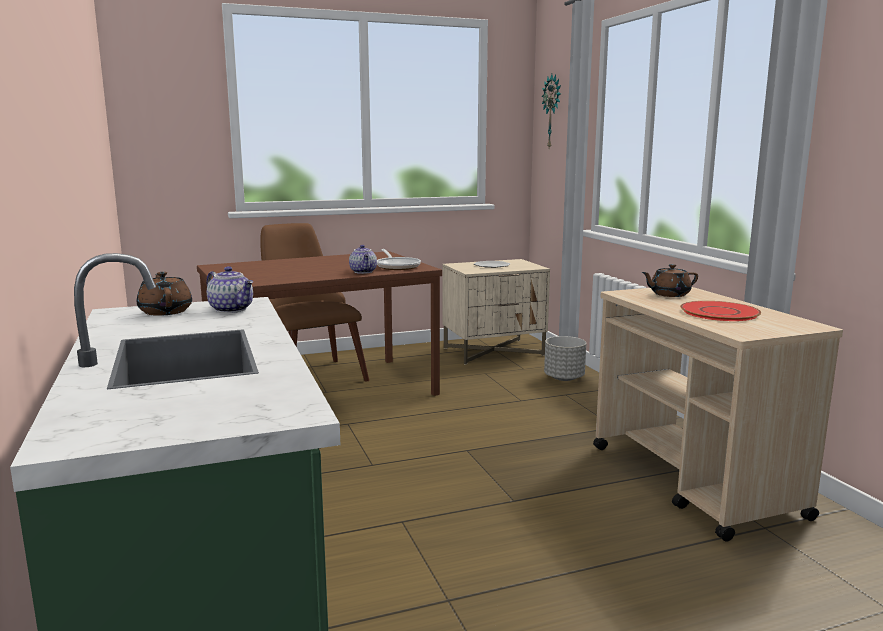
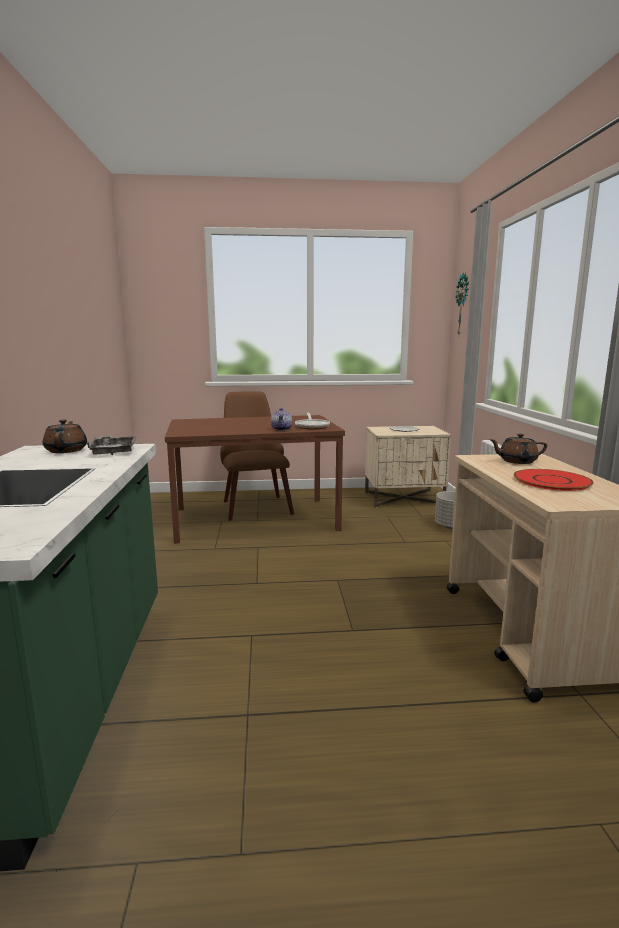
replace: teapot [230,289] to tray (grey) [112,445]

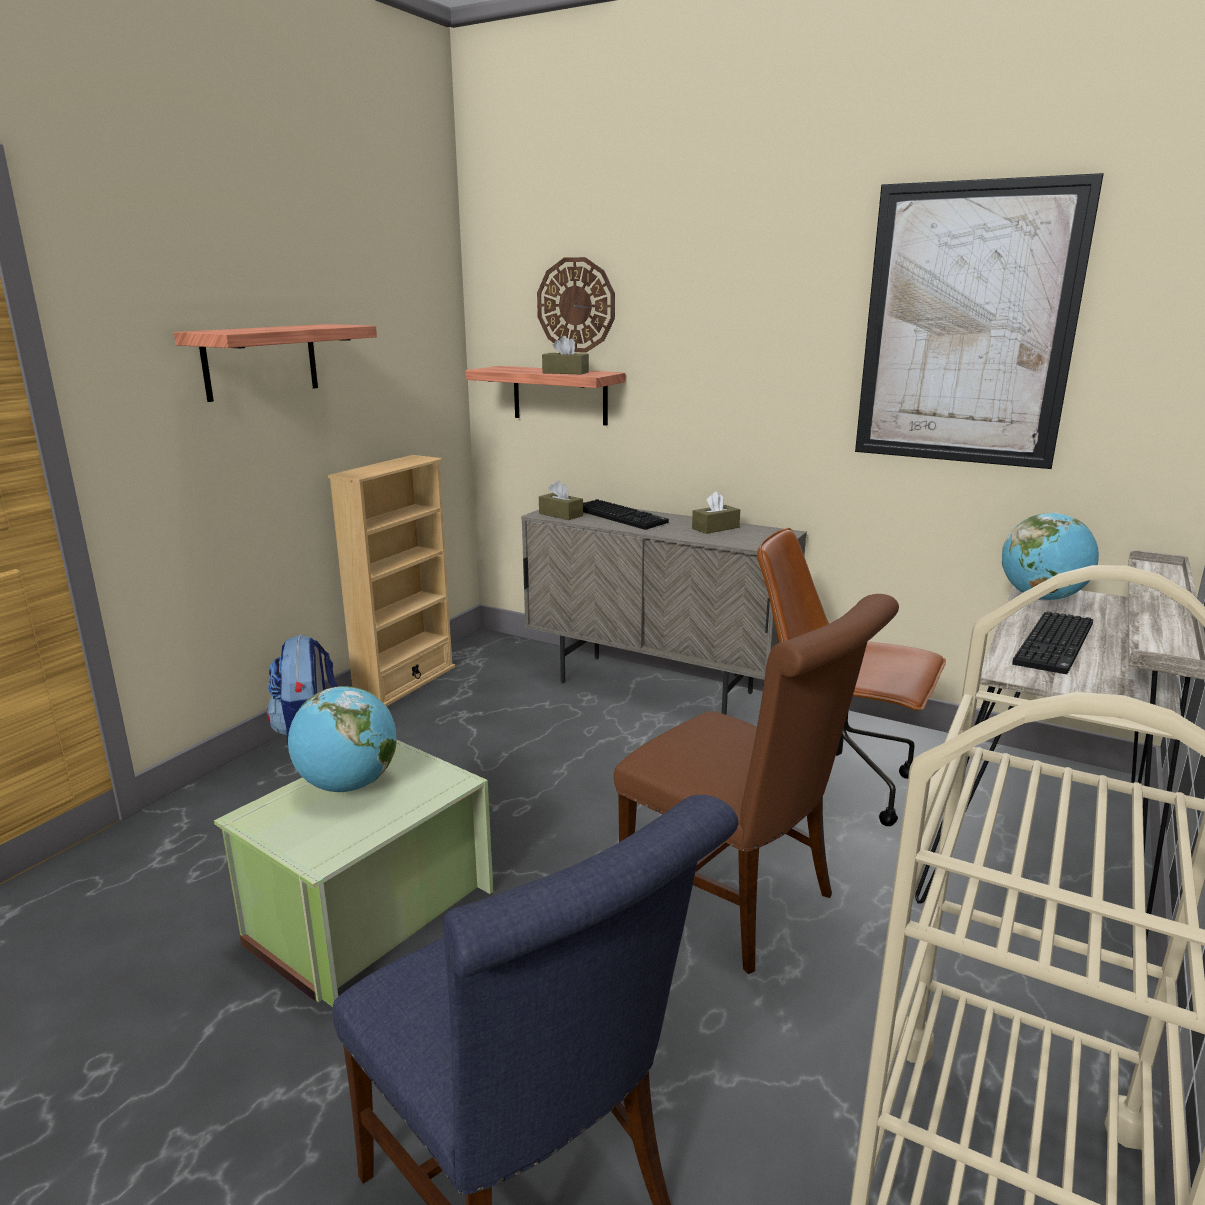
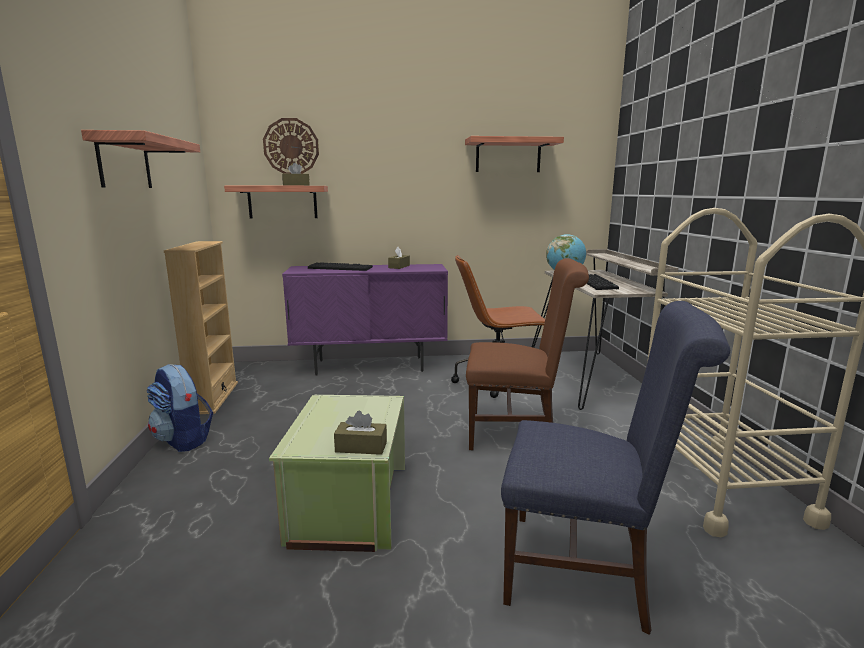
delete: globe [342,739]
move: tissue box (brown) [561,500] to [360,433]
replace: picture [979,321] to shelf [514,154]
recolor: cabinet (beige) [664,608] to cabinet (purple) [365,319]

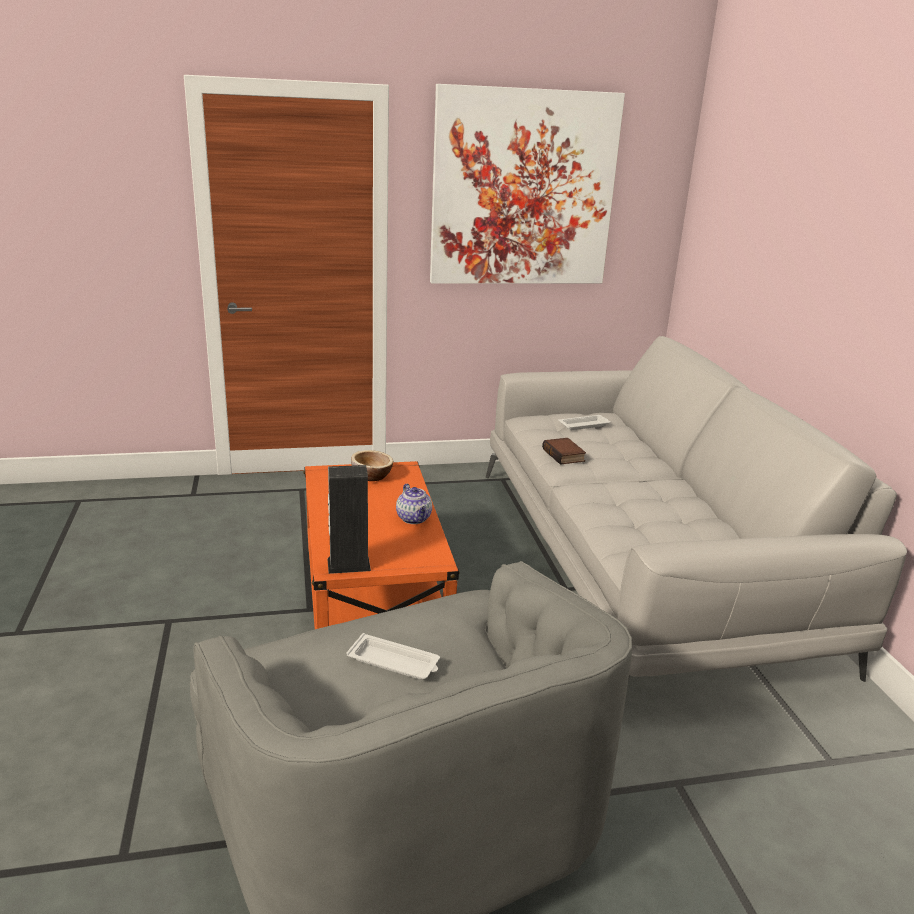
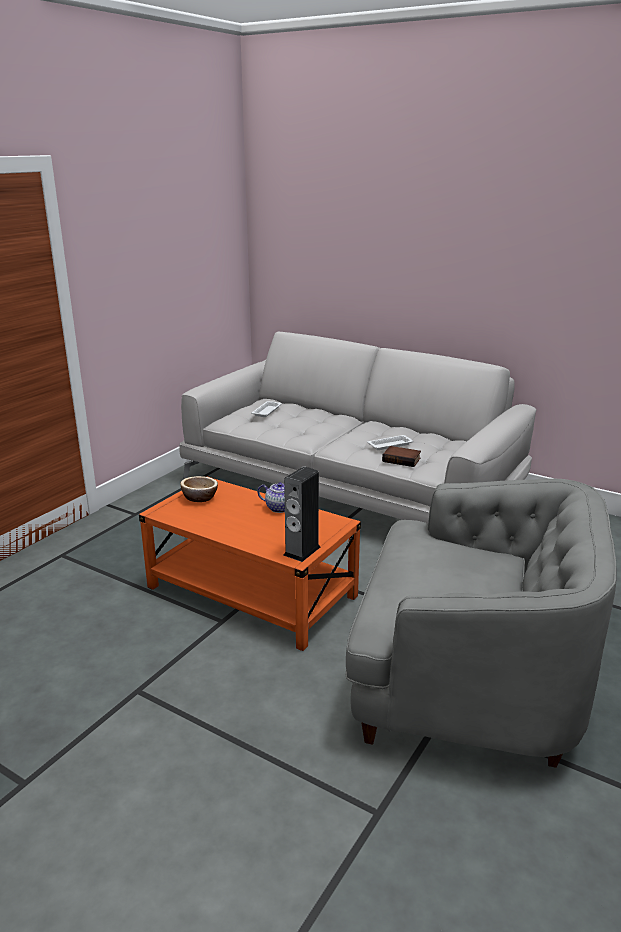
delete: picture [527,184]
move: book [564,451] to [401,456]; tray (white) [393,656] to [390,442]

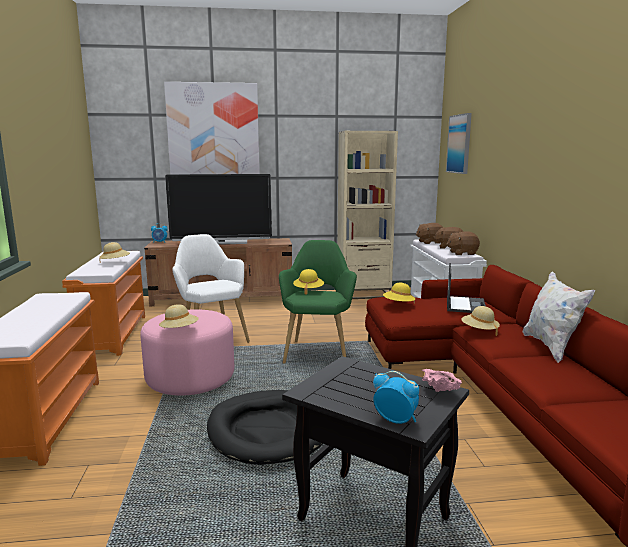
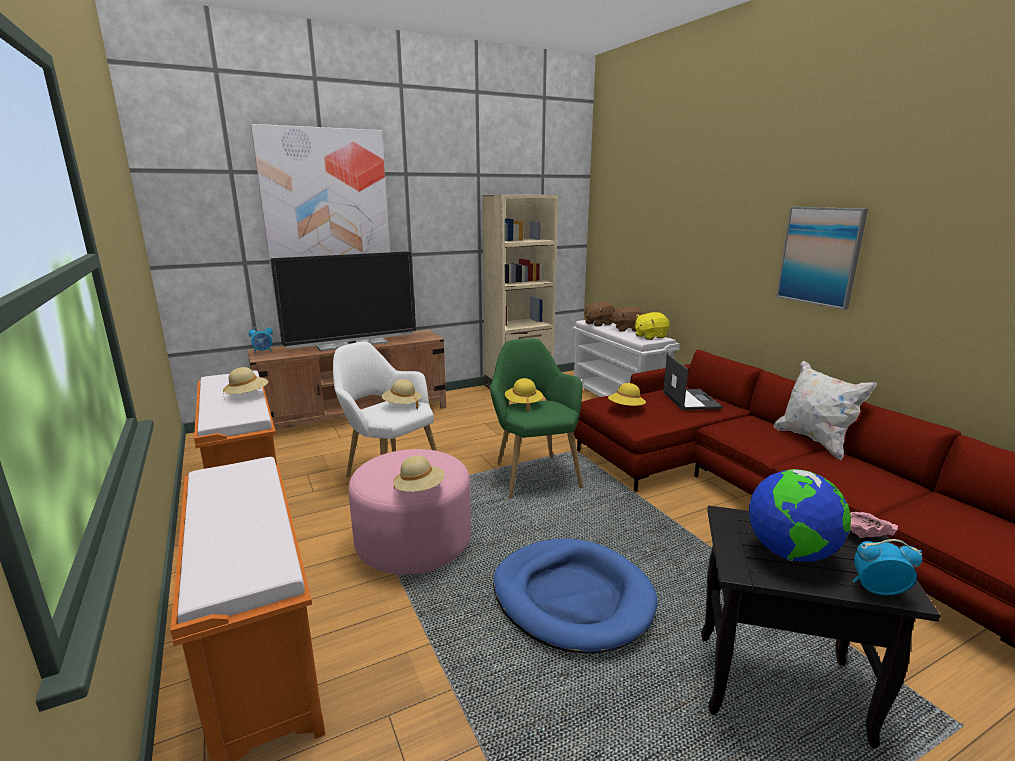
insert: globe [800,515]
move: picture [459,143] to [822,258]; hat (beige) [480,321] to [401,394]
recolor: plush toy (brown) [463,243] to plush toy (yellow) [652,326]; dog bed (black) [265,427] to dog bed (blue) [575,596]

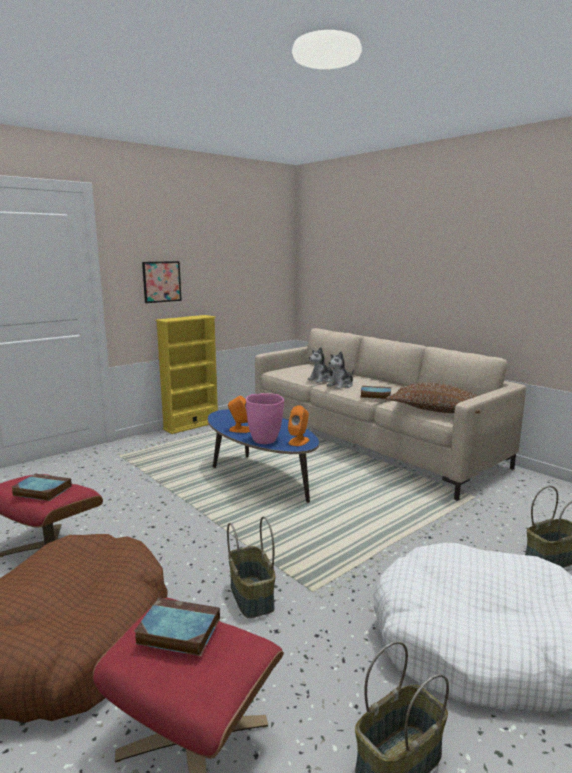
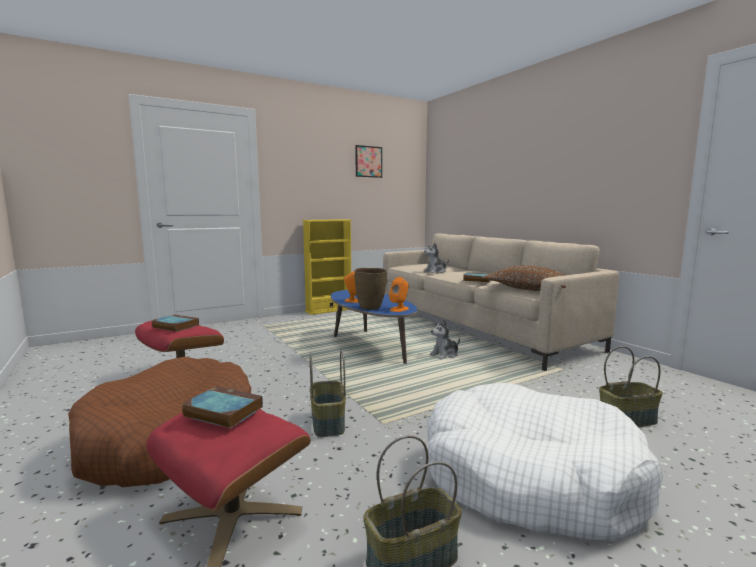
move: picture [162,282] to [368,161]; plush toy [340,370] to [445,339]
recolor: vase (pink) [265,418] to vase (brown) [370,289]

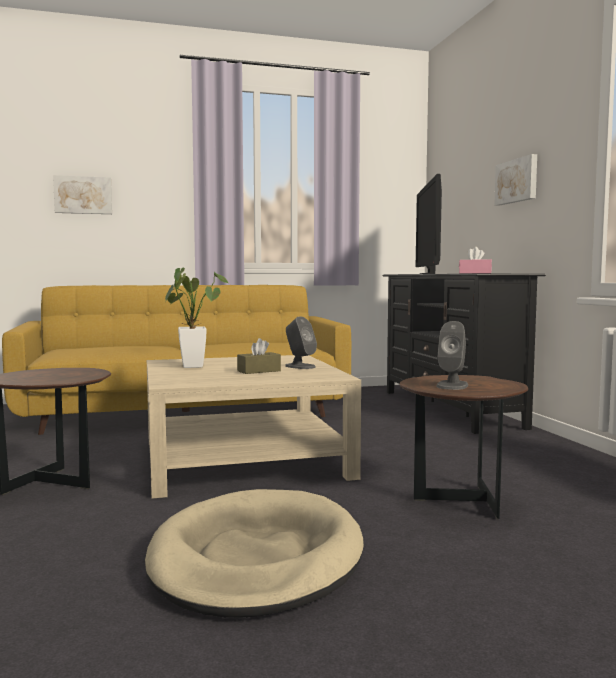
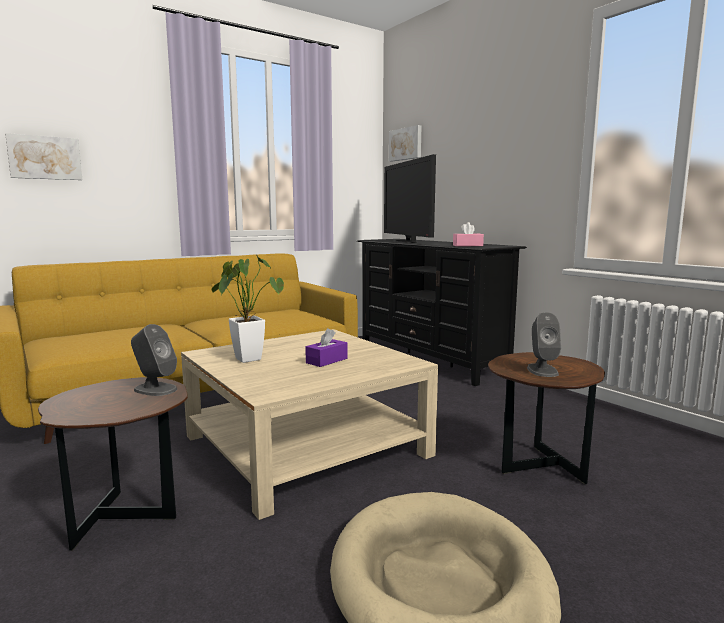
move: picture [515,180] to [405,143]; speaker (grey) [301,342] to [154,360]
recolor: tissue box (brown) [259,356] to tissue box (purple) [326,347]

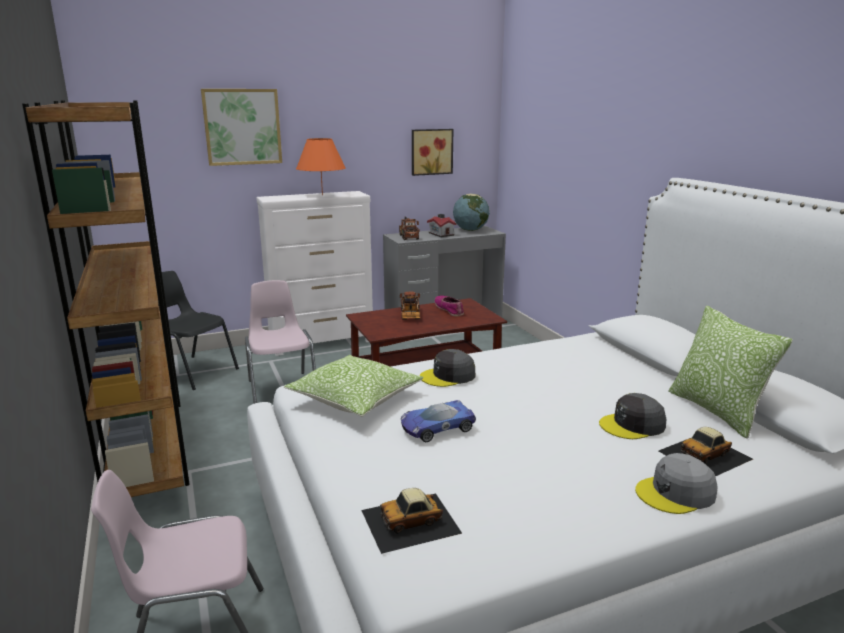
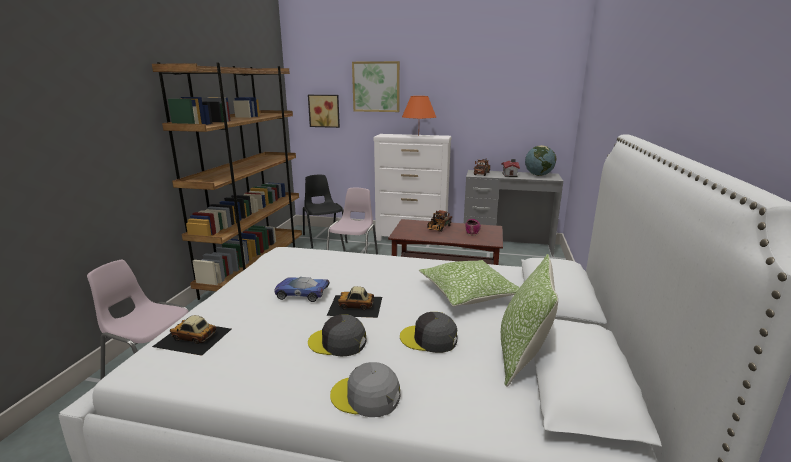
move: picture [432,152] to [324,111]; cap (grey) [447,368] to [337,335]; pillow [354,386] to [469,283]; toy car [706,451] to [354,302]

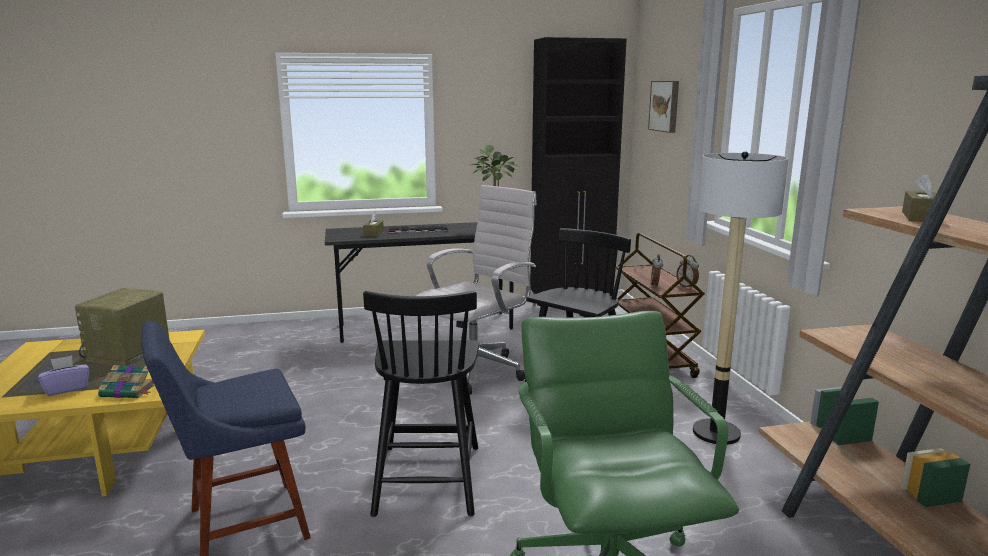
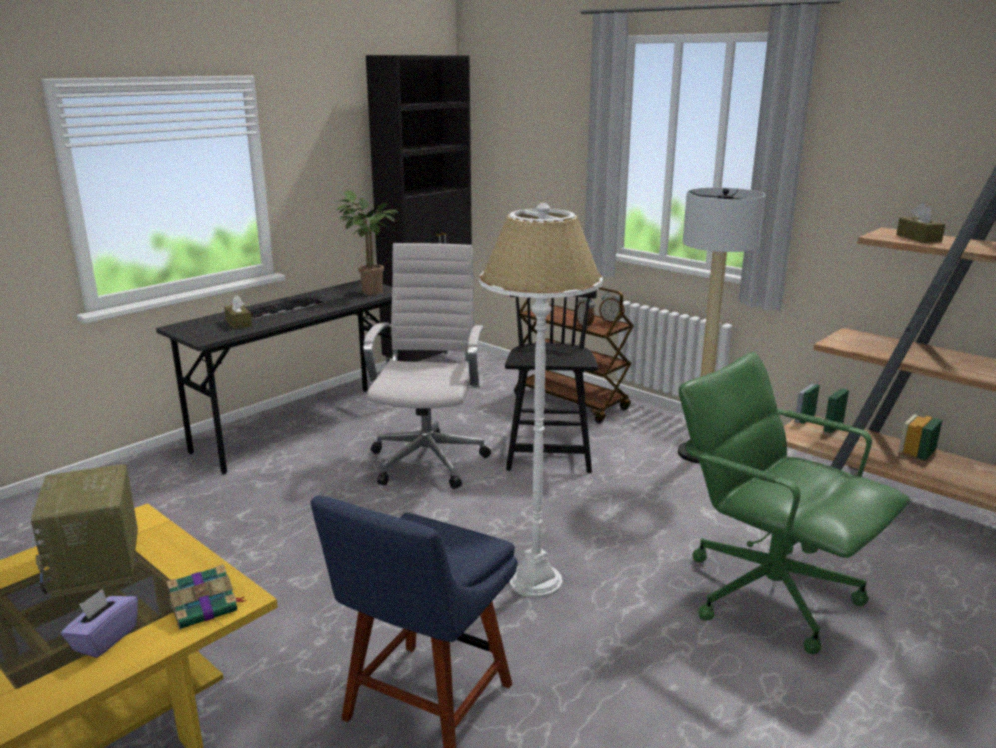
delete: picture [663,107]
replace: chair (black) [421,404] to floor lamp (white) [541,400]

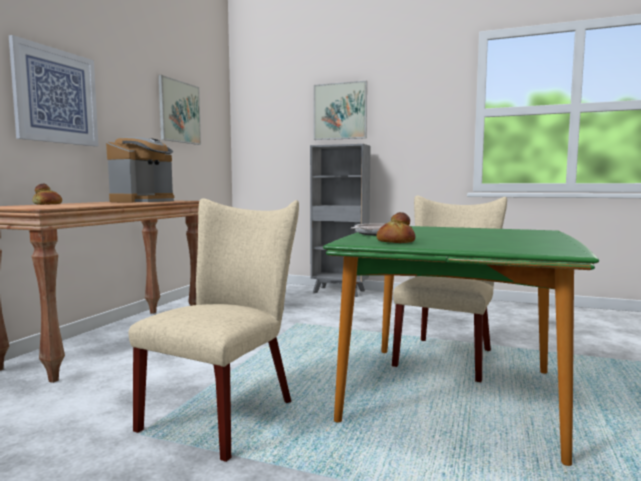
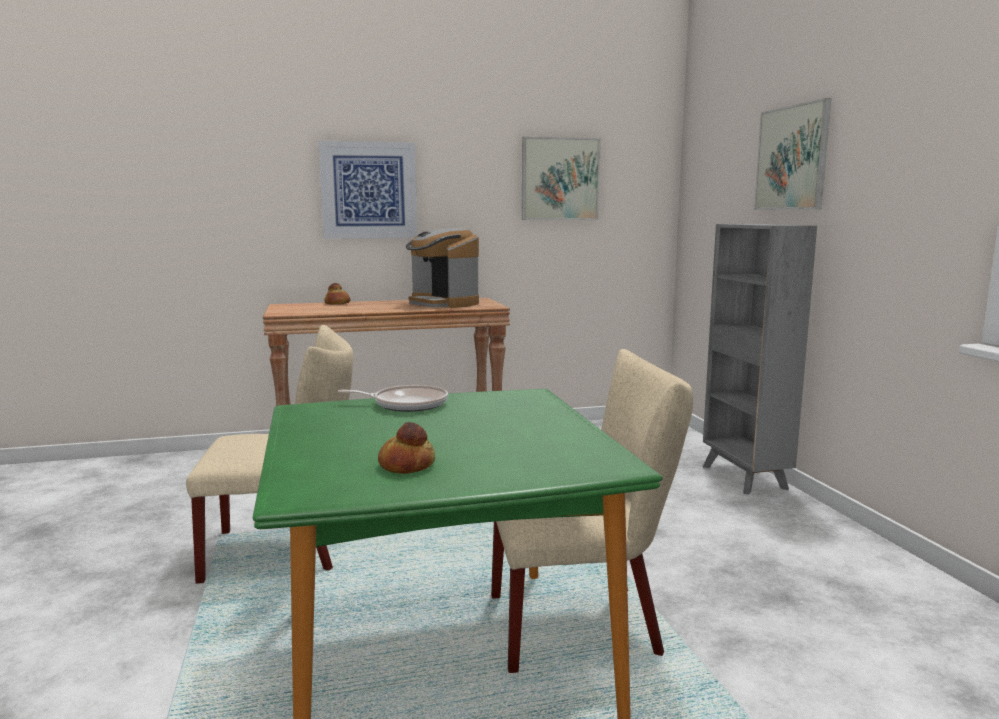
move: bread [396,227] to [406,448]
rotate: coffee machine [140,170] = [442,268] 60 degrees clockwise

